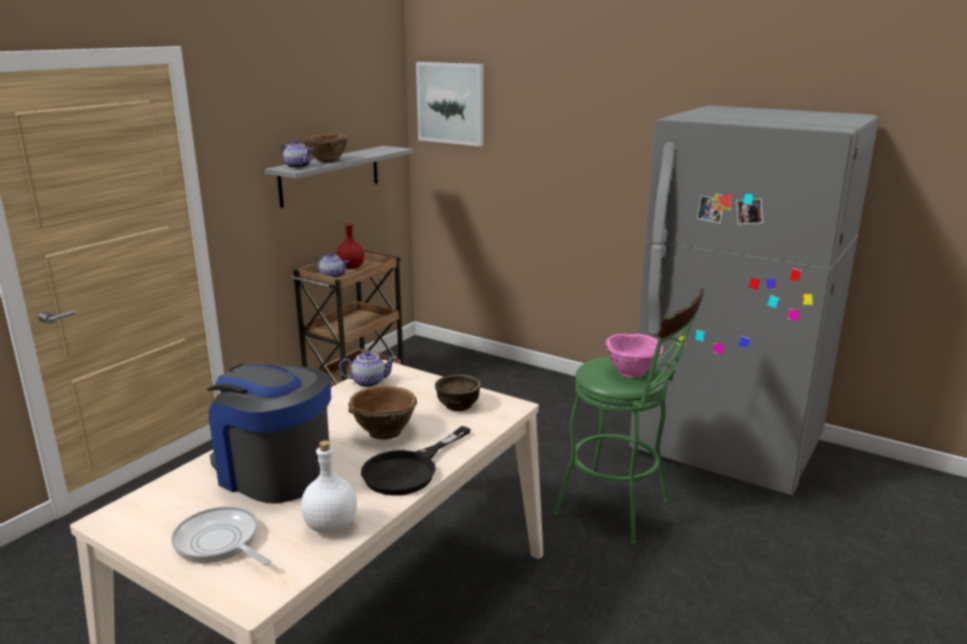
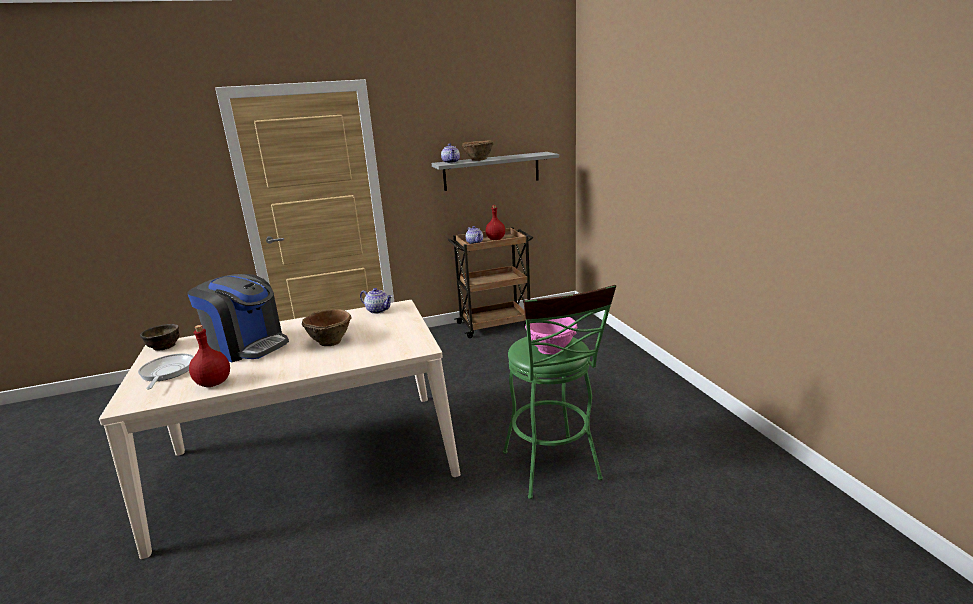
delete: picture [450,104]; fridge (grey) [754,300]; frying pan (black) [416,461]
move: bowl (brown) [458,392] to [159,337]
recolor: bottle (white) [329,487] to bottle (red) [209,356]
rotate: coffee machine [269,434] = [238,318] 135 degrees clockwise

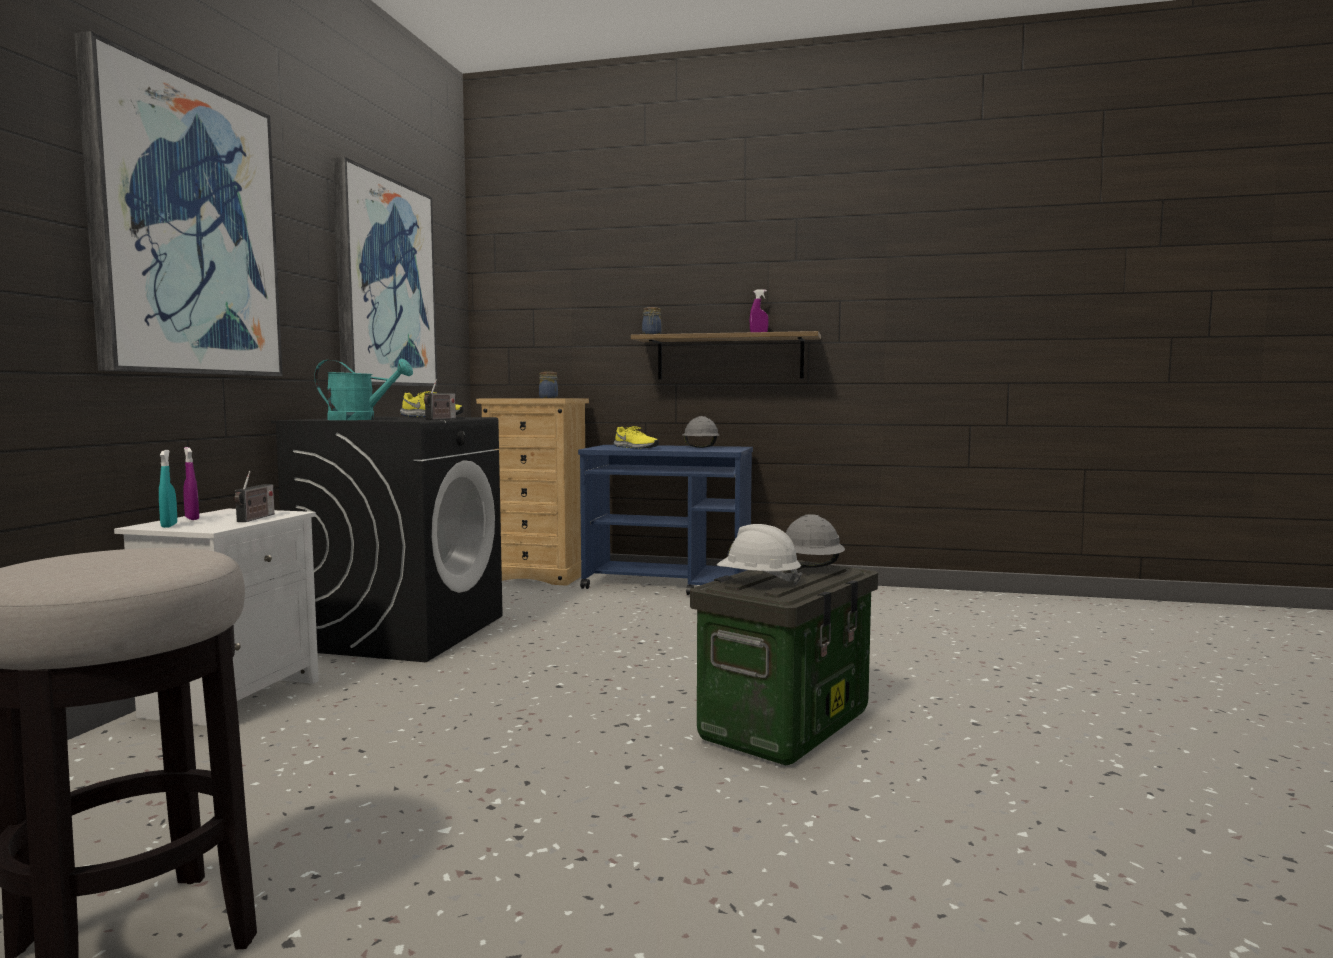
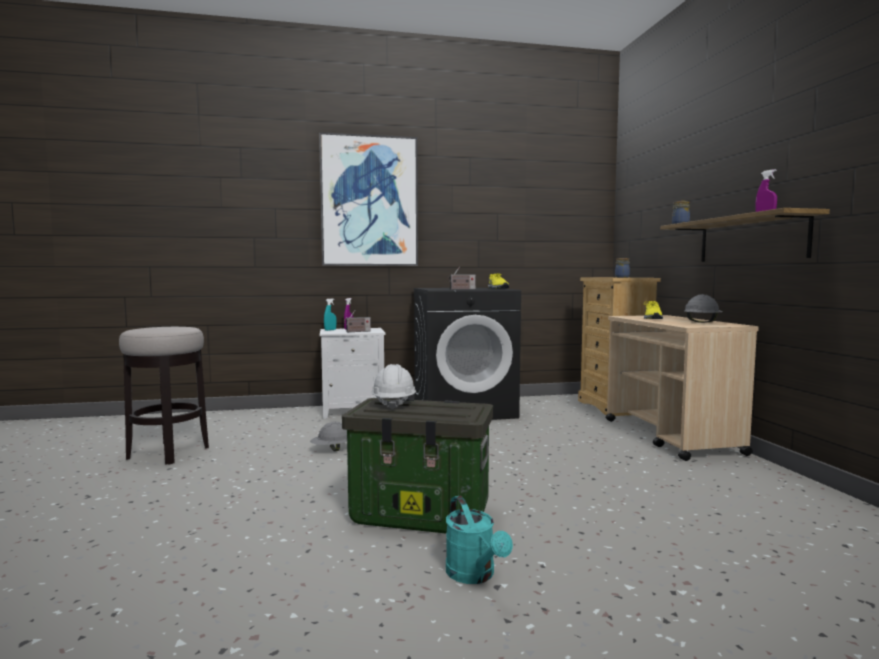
delete: picture [384,271]
move: watering can (turquoise) [363,389] to [479,540]; hard hat (grey) [815,541] to [328,436]
recolor: cart (blue) [665,520] to cart (beige) [682,388]

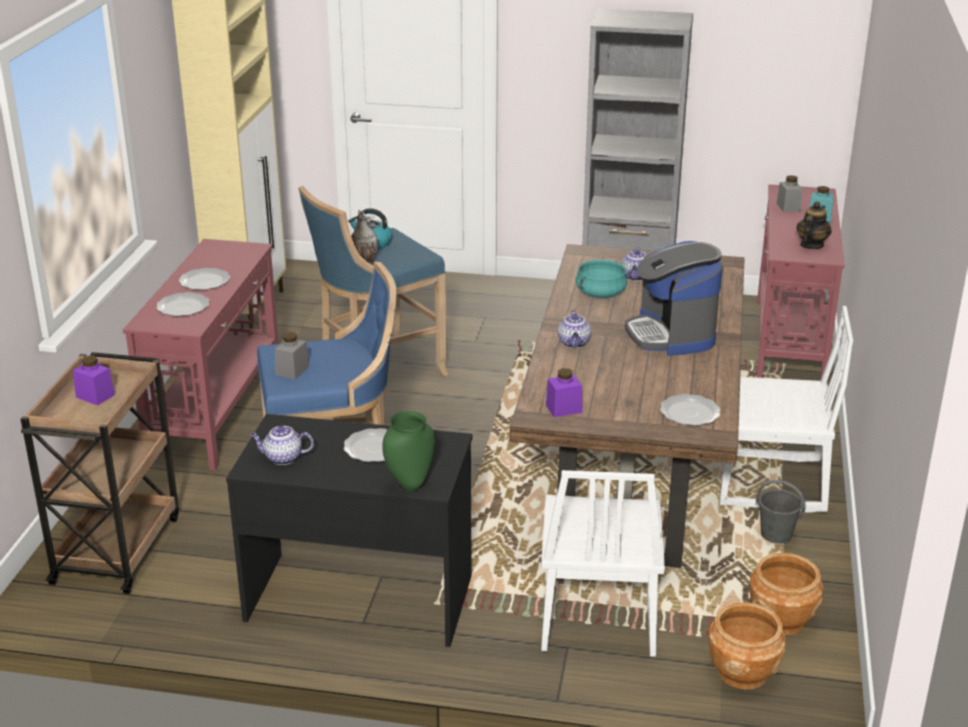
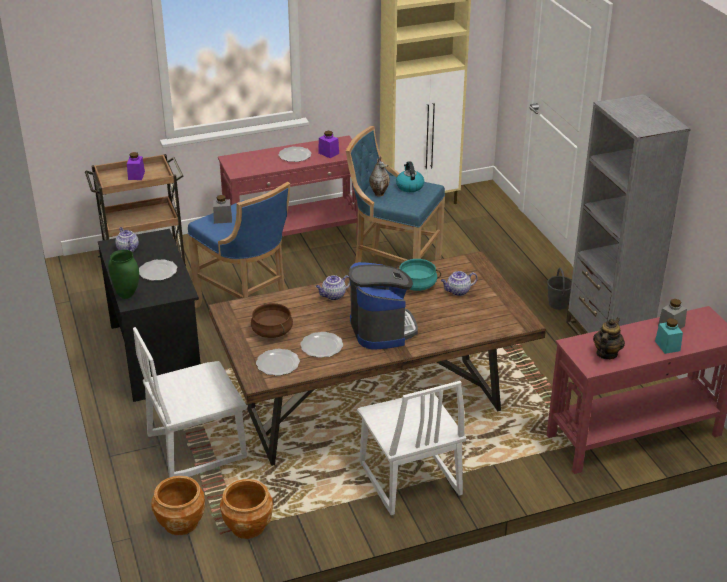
insert: cooking pot (brown) [272,320]
move: plate [183,304] to [321,345]; jar (purple) [564,392] to [328,144]; bucket (grey) [780,512] to [559,289]
rotate: teapot [814,225] = [609,338] 60 degrees counterclockwise; coffee machine [674,298] = [383,306] 120 degrees clockwise

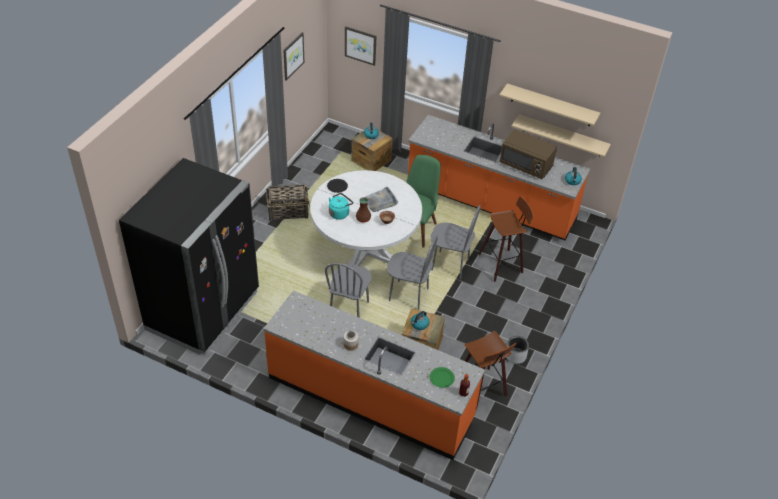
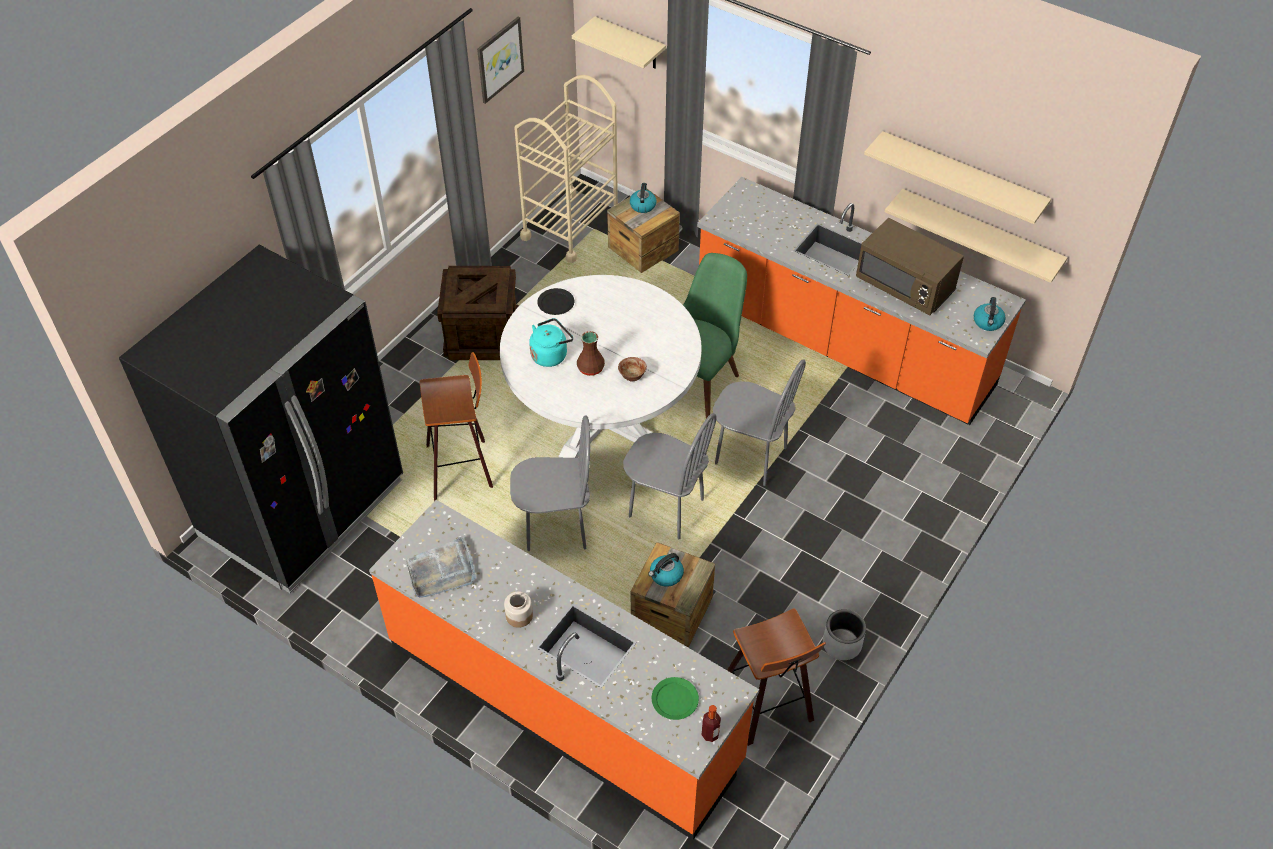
insert: cart (beige) [566,169]
move: tray (grey) [381,199] to [441,566]; stool [506,239] to [456,426]
replace: picture [360,46] to shelf (beige) [619,42]; basket [288,202] to crate [478,313]
rotate: chair (grey) [348,290] = [550,483] 120 degrees counterclockwise

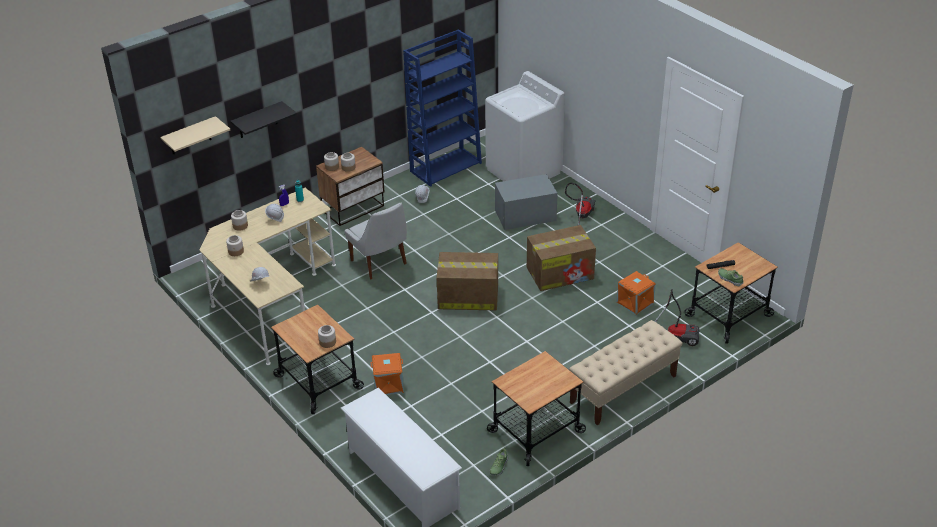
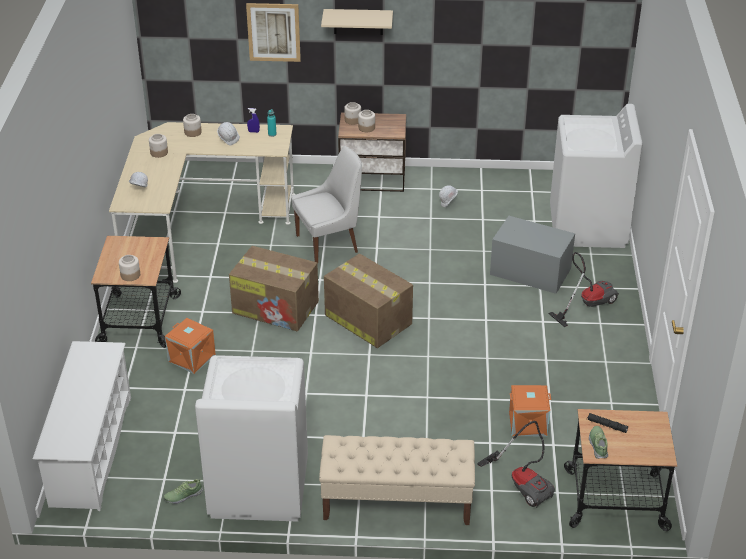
delete: bookcase (blue) [442,108]
move: shelf (beige) [195,135] to [357,22]; cardboard box [561,258] to [274,288]
replace: shelf (black) [263,119] to picture [273,32]; cart [536,408] to washing machine (white) [251,438]
rotate: chair (white) [376,241] = [327,205] 120 degrees counterclockwise

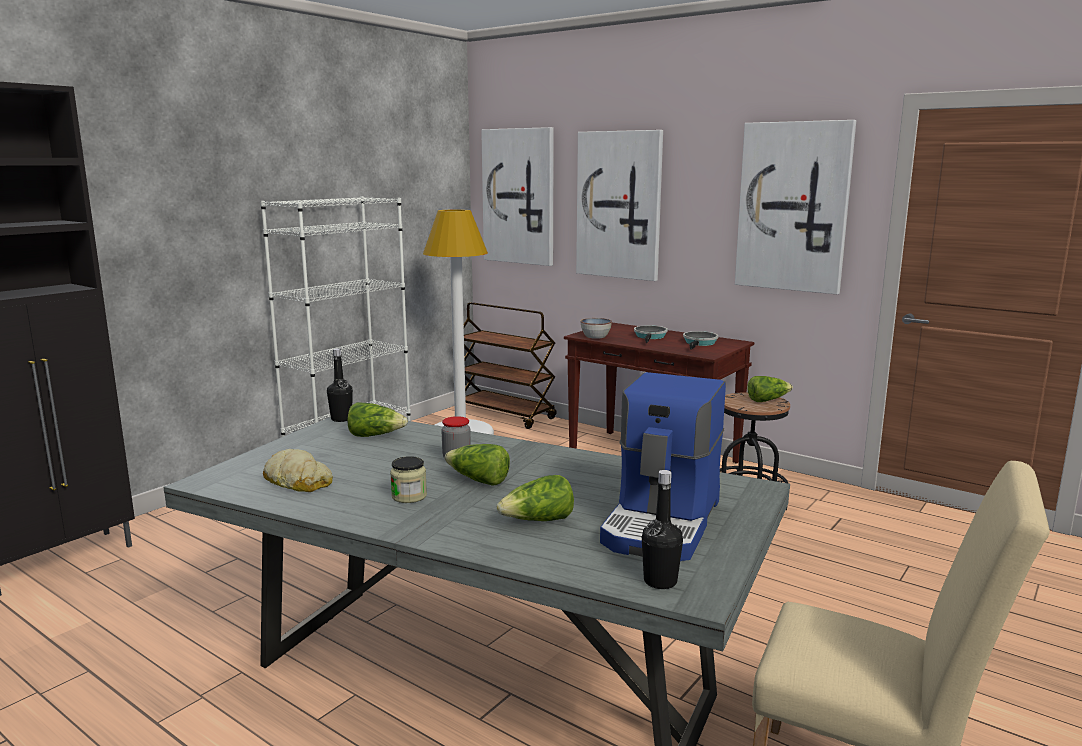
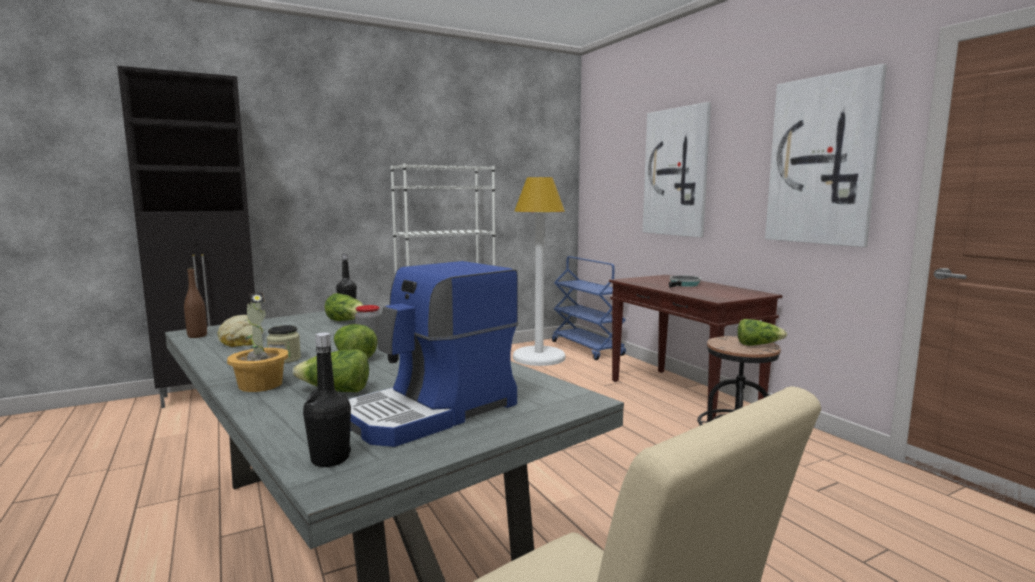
delete: picture [517,196]; bowl [596,328]; frying pan [701,340]
insert: bottle (brown) [195,303]; potted plant [258,342]
recolor: cart (brown) [510,365] to cart (blue) [589,308]

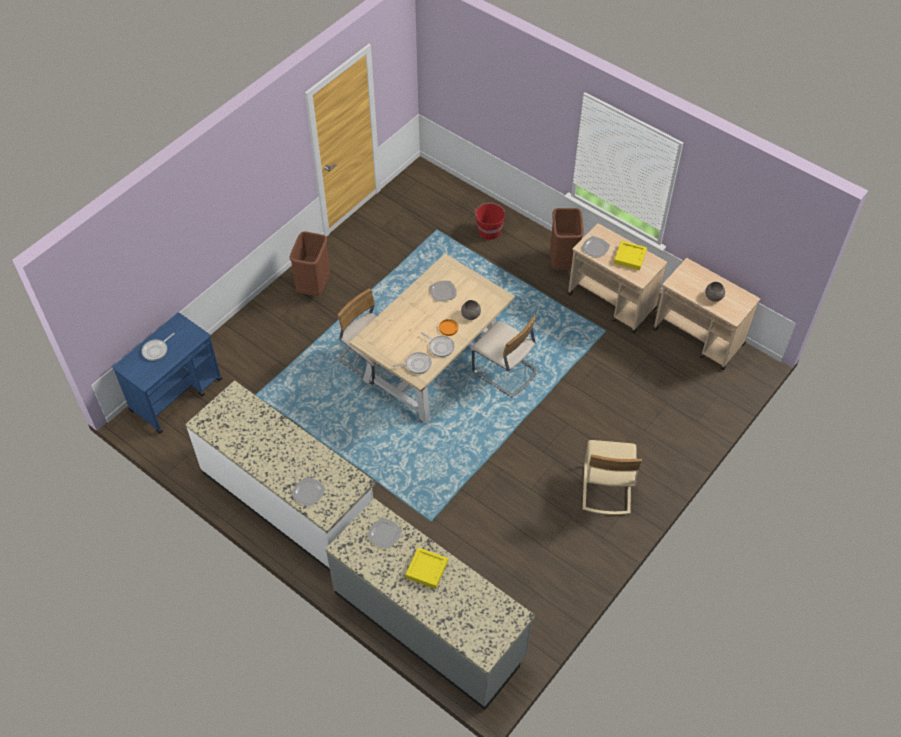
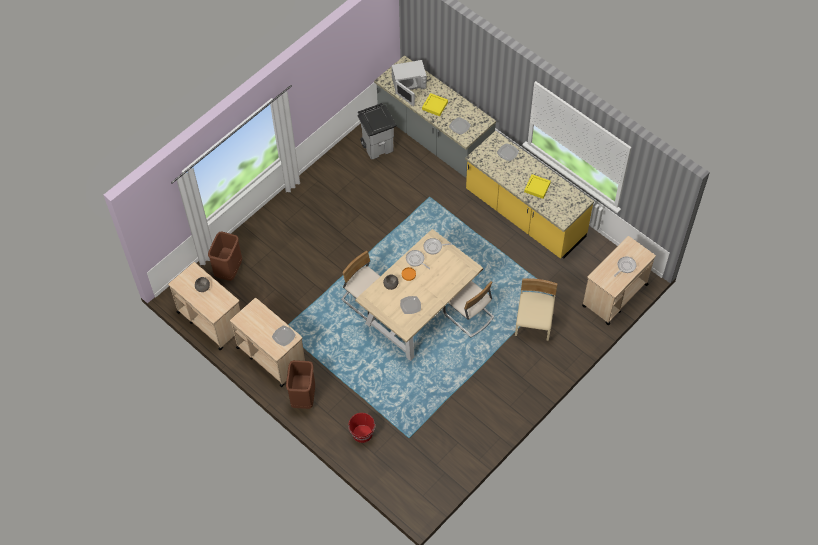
insert: microwave (white) [409,83]; trash can (grey) [377,131]
move: trash can (brown) [310,263] to [225,256]; tray (yellow) [630,255] to [537,186]; chair (beige) [612,477] to [536,309]
recolor: cart (blue) [167,373] to cart (beige) [619,280]; counter (white) [280,475] to counter (yellow) [529,195]

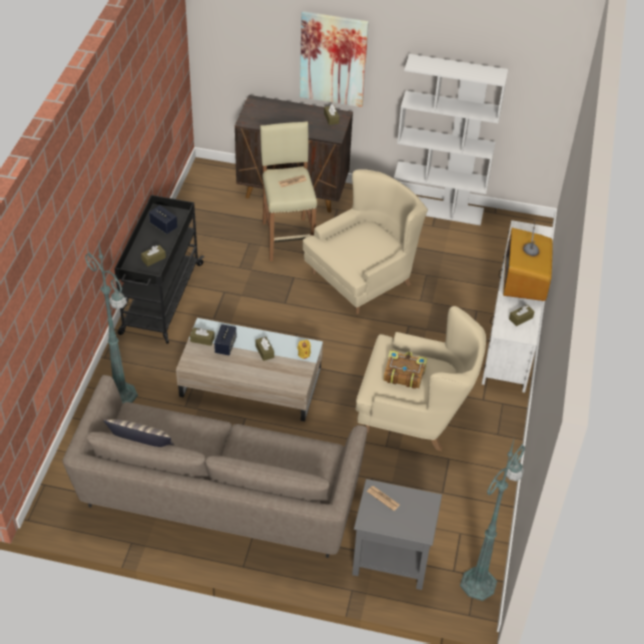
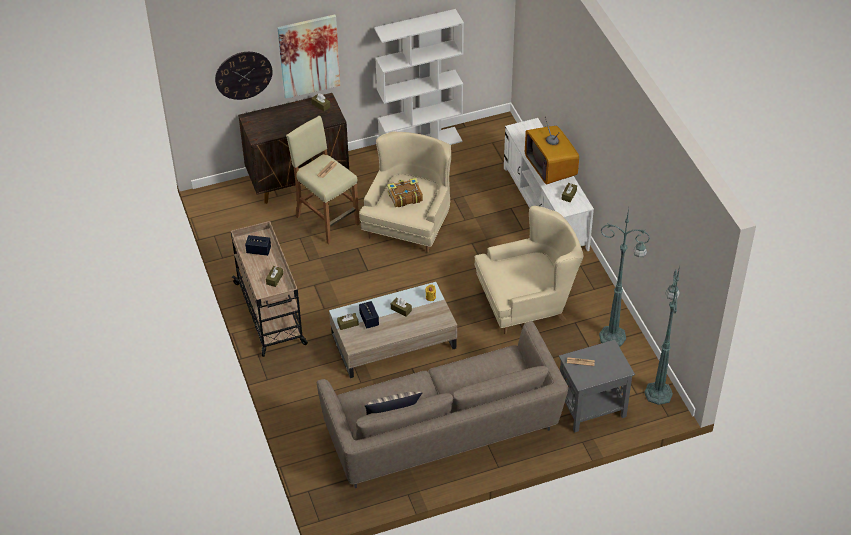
insert: wall clock [244,76]
move: floor lamp (green) [111,321] to [624,277]; book [405,369] to [405,192]
recolor: cart (black) [159,269] to cart (beige) [269,289]

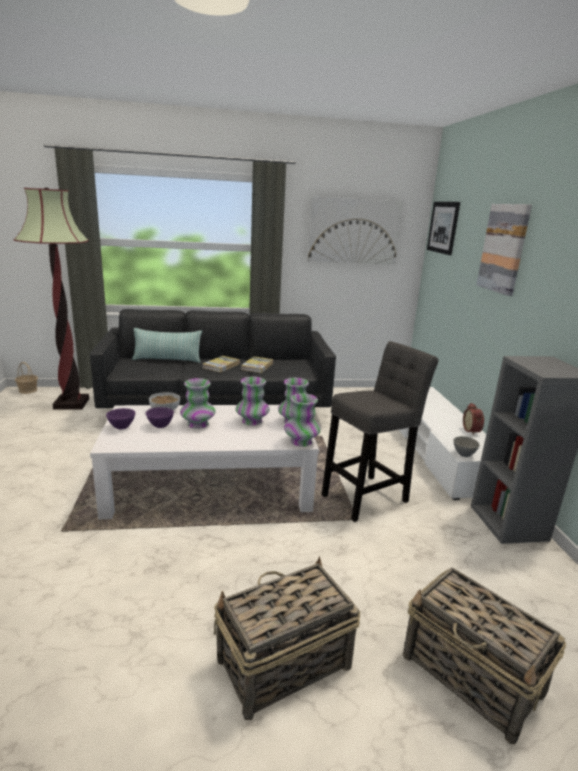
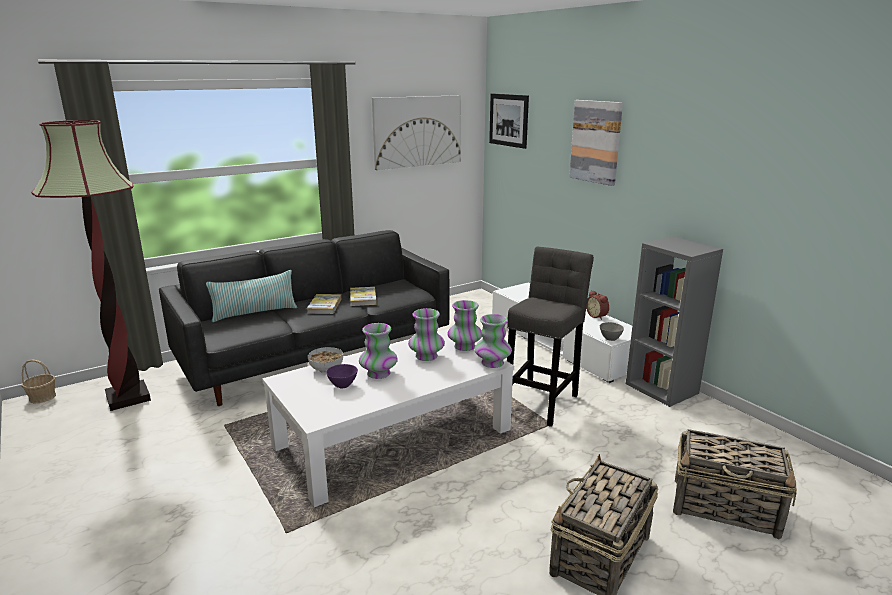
delete: bowl (purple) [120,418]

